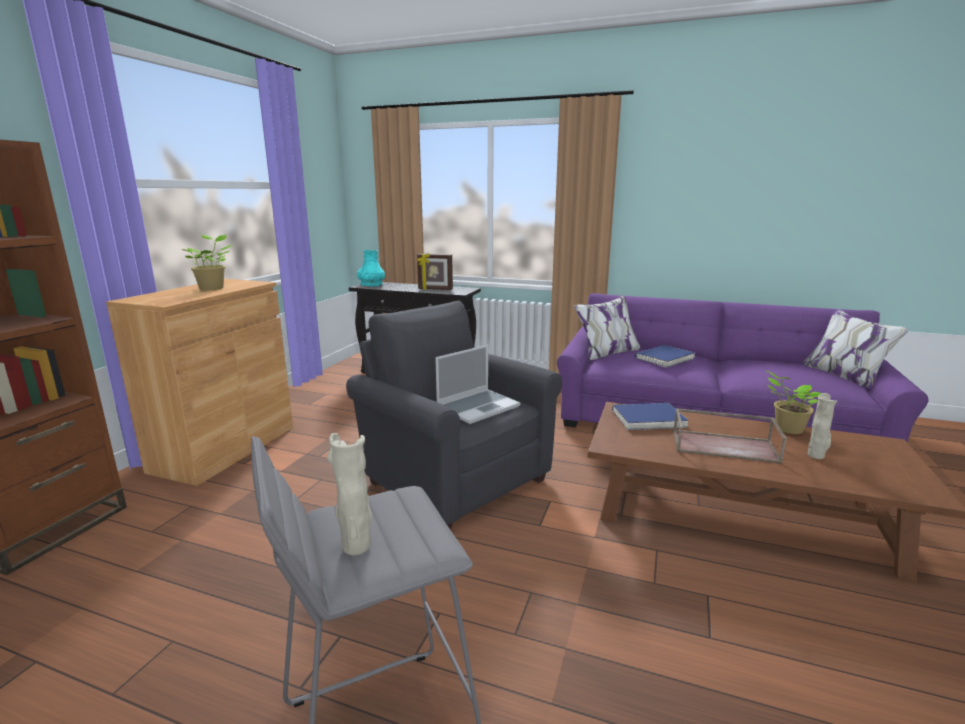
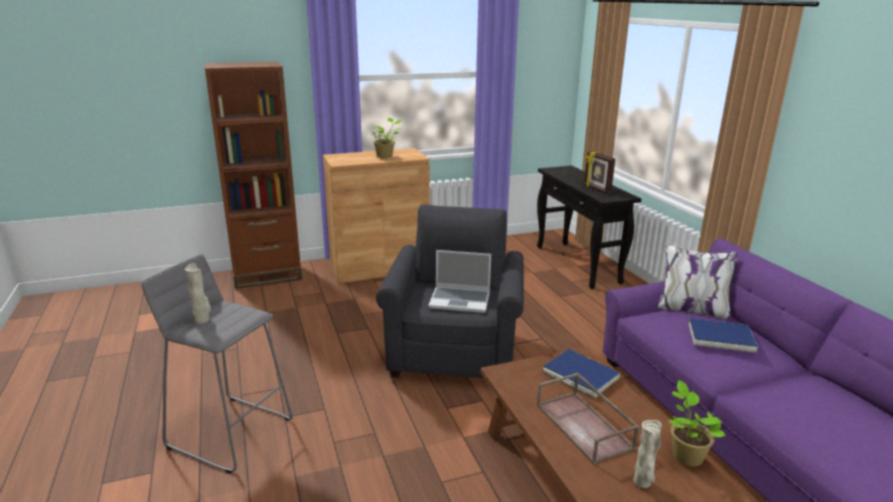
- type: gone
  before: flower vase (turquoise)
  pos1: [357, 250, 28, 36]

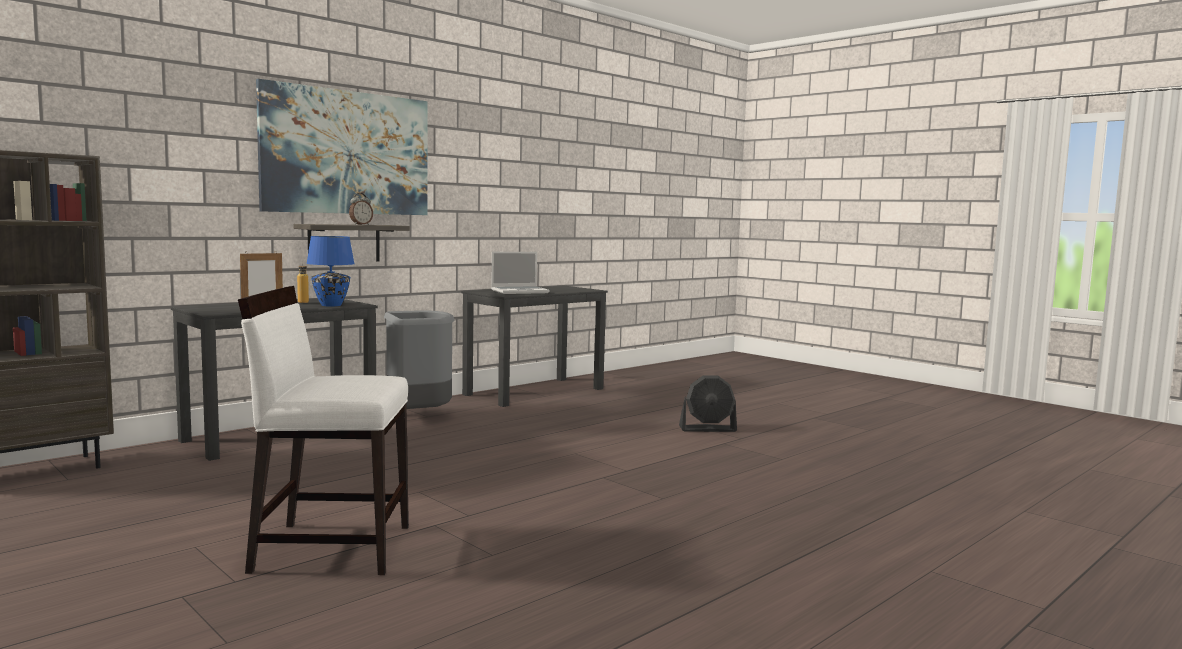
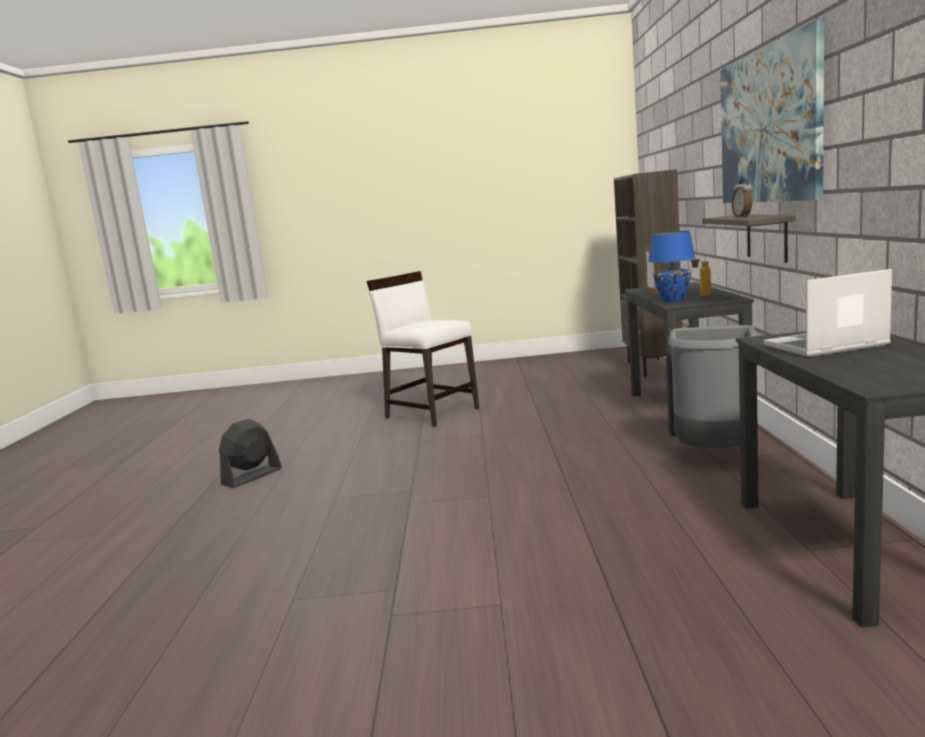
- type: shifted
  before: fan (black)
  pos1: [679, 375, 58, 57]
  pos2: [219, 418, 63, 70]
- type: rotated
  before: chair (white-coloured)
  pos1: [238, 286, 171, 289]
  pos2: [367, 271, 112, 156]
  turn: -90
- type: rotated
  before: notebook computer
  pos1: [491, 252, 58, 42]
  pos2: [763, 269, 129, 88]
  turn: 60

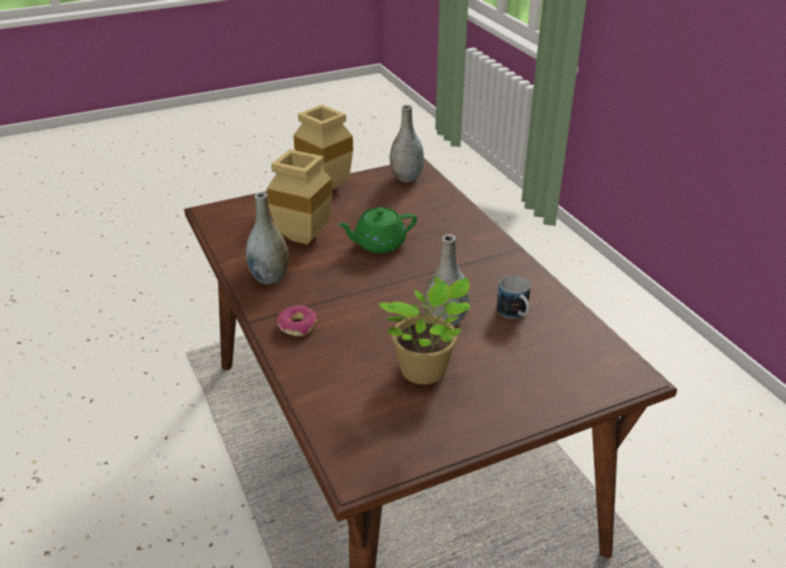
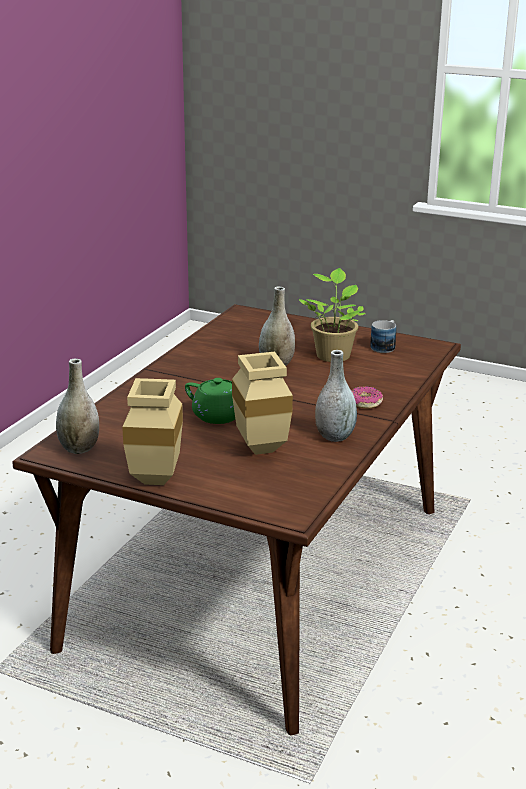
- type: shifted
  before: coffee mug
  pos1: [496, 275, 34, 44]
  pos2: [370, 320, 26, 33]

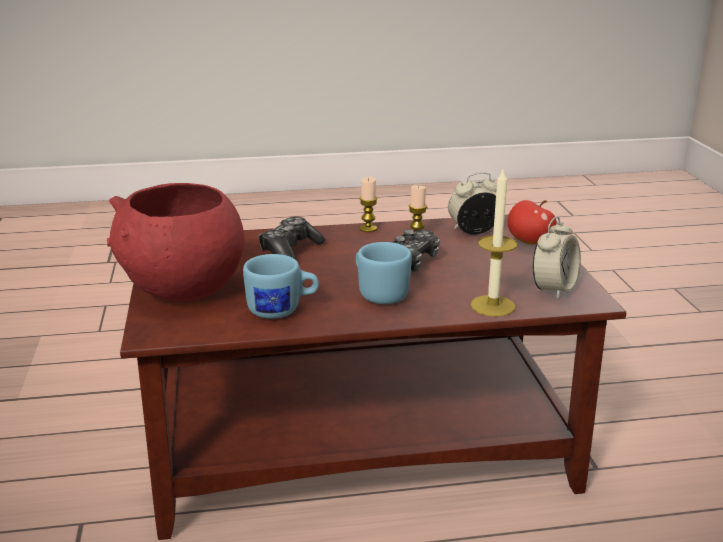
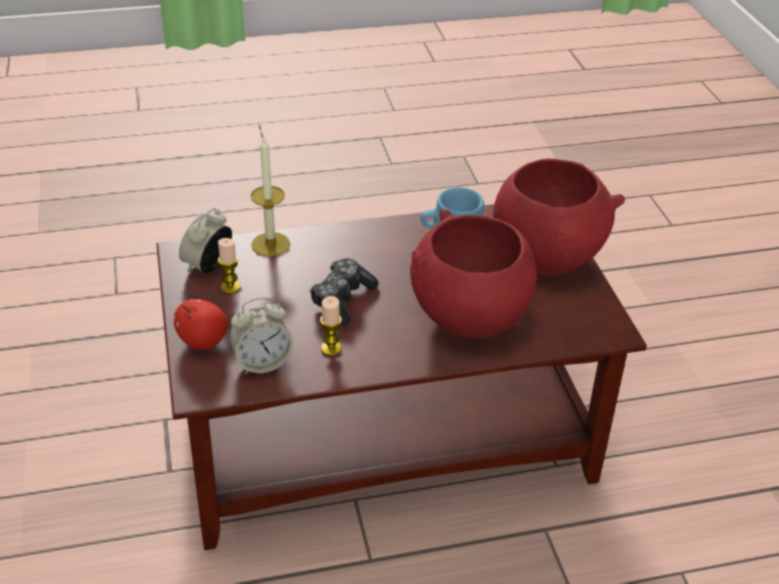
- type: shifted
  before: candle
  pos1: [359, 177, 18, 55]
  pos2: [218, 238, 23, 56]
- type: swapped
  before: game controller
  after: serving bowl (red)
  pos1: [258, 217, 68, 43]
  pos2: [410, 209, 127, 129]
- type: gone
  before: coffee mug (blue)
  pos1: [356, 242, 56, 62]

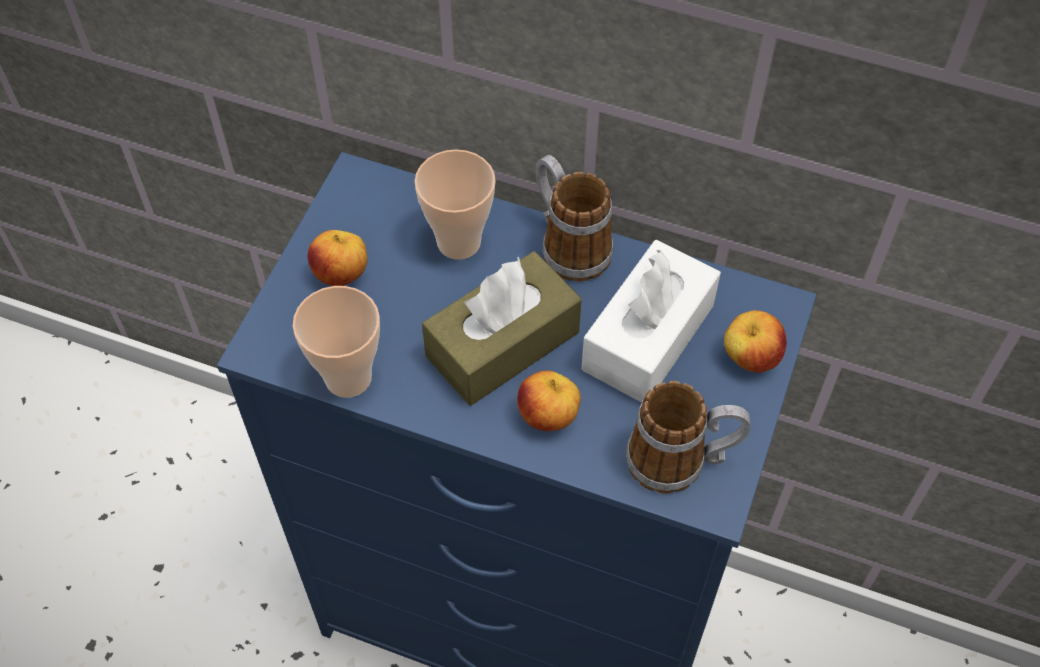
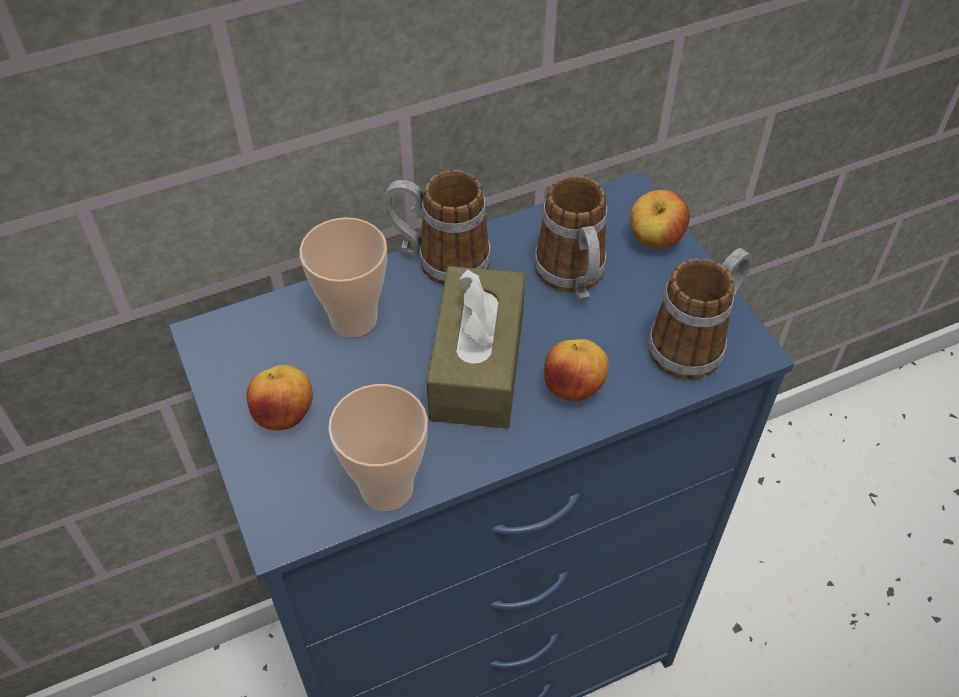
- type: swapped
  before: tissue holder (white-coloured)
  after: coffee mug
  pos1: [582, 240, 139, 163]
  pos2: [534, 176, 73, 125]

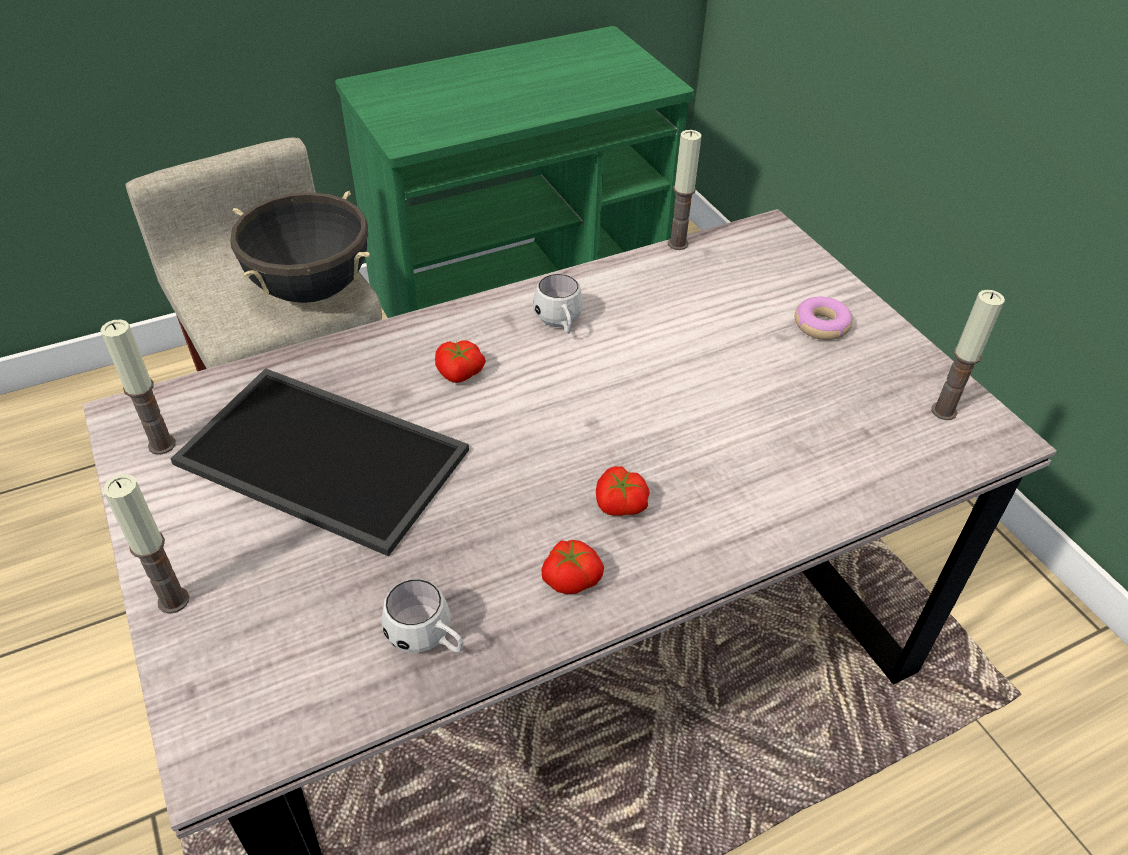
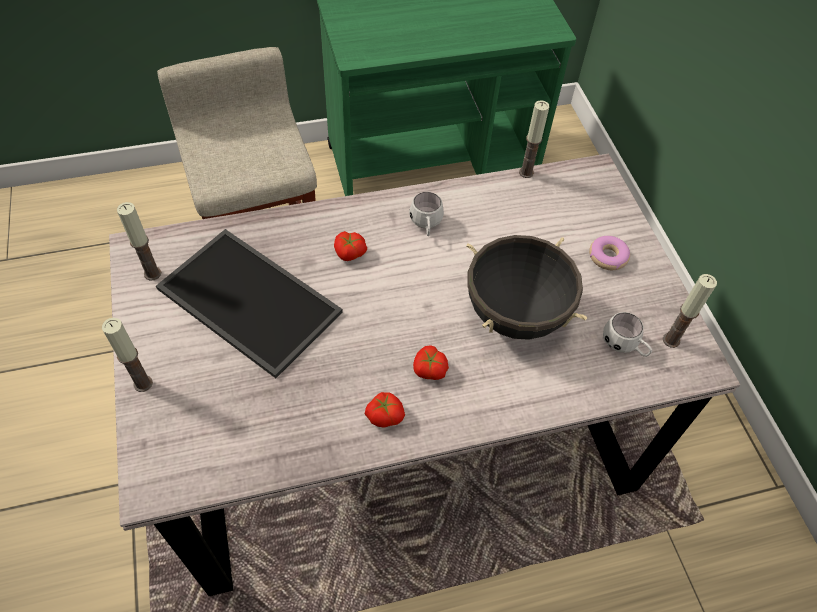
- type: shifted
  before: cooking pot (black)
  pos1: [230, 191, 140, 112]
  pos2: [466, 235, 121, 104]
- type: shifted
  before: coffee mug (white-coloured)
  pos1: [381, 579, 82, 74]
  pos2: [603, 312, 49, 45]

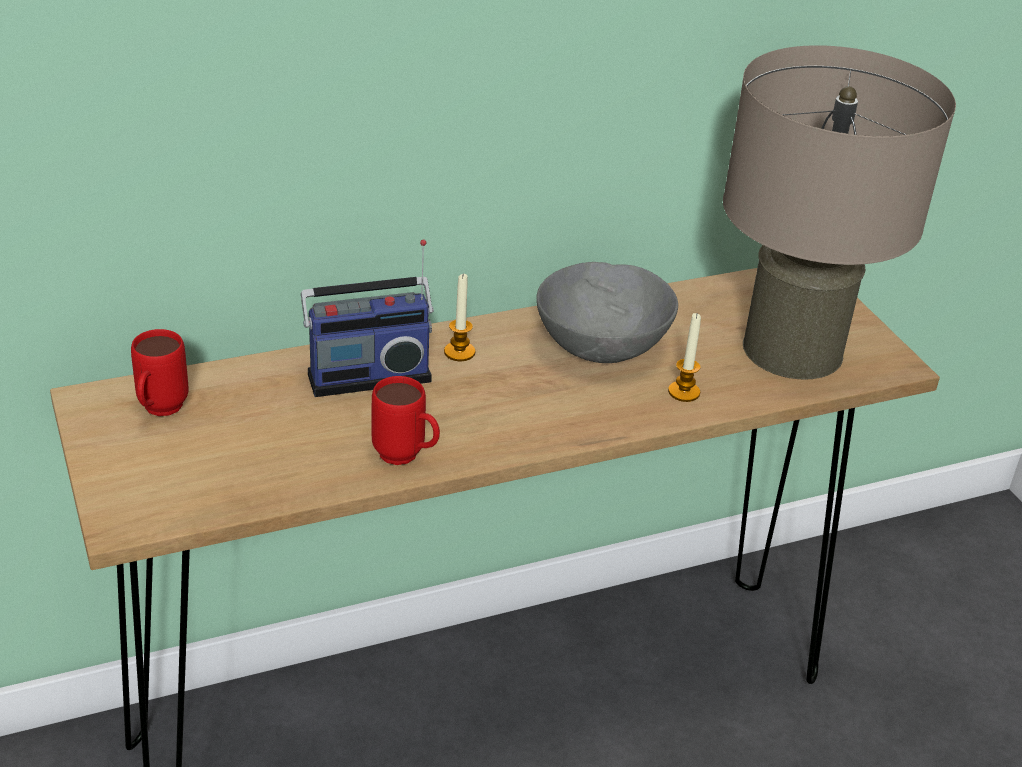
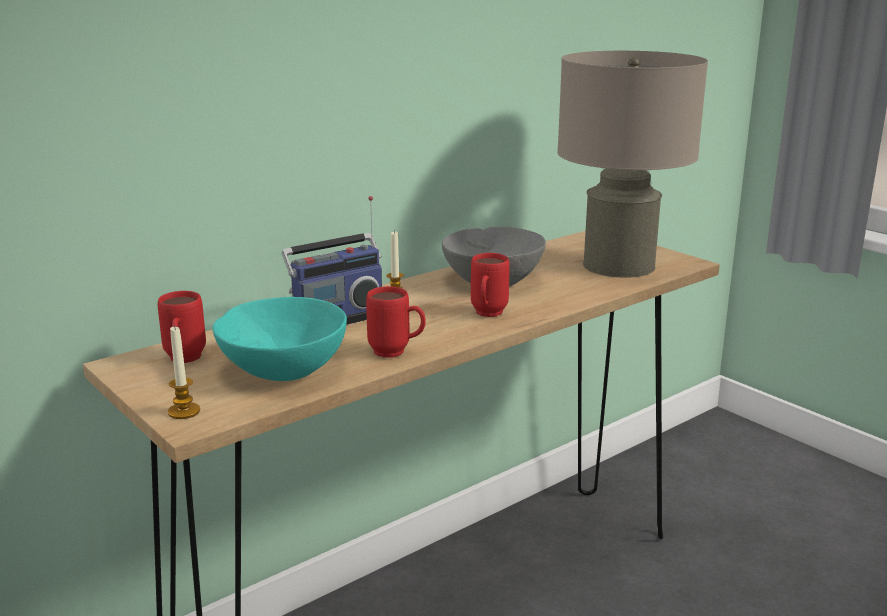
- type: shifted
  before: candle
  pos1: [668, 313, 33, 89]
  pos2: [168, 325, 32, 94]
- type: new
  after: serving bowl (turquoise)
  pos2: [213, 297, 134, 84]
- type: new
  after: coffee mug (red)
  pos2: [471, 253, 39, 64]

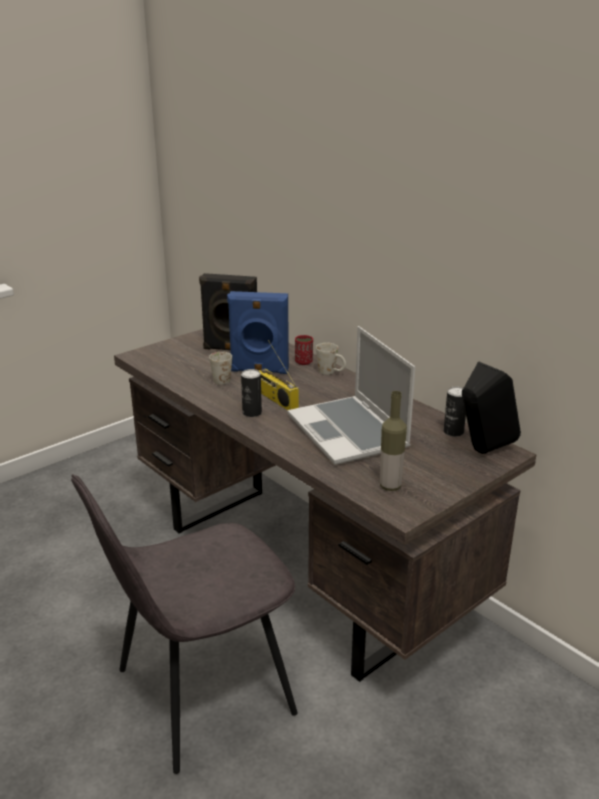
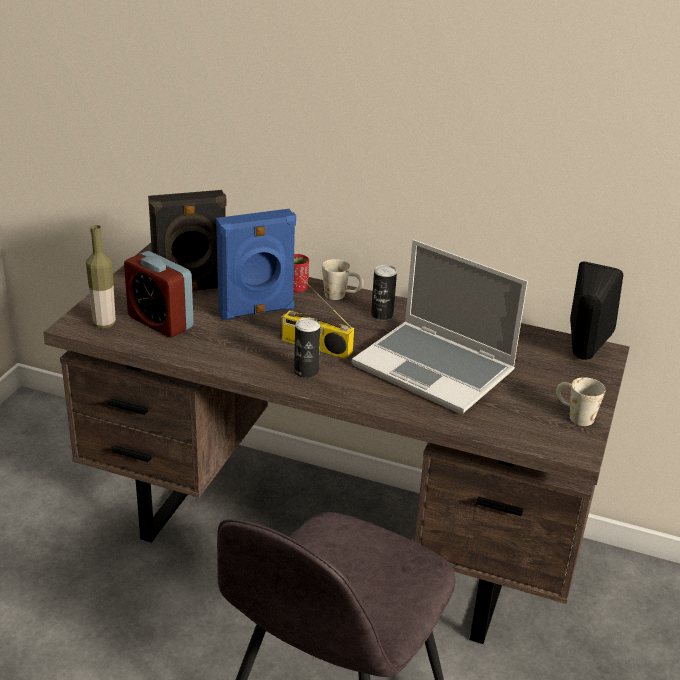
- type: shifted
  before: drink bottle
  pos1: [380, 391, 27, 100]
  pos2: [86, 225, 30, 103]
- type: new
  after: bedside clock
  pos2: [124, 251, 70, 86]
- type: shifted
  before: metal can
  pos1: [444, 387, 22, 50]
  pos2: [371, 265, 26, 55]
- type: shifted
  before: coffee mug (white-coloured)
  pos1: [209, 352, 23, 33]
  pos2: [556, 377, 50, 49]

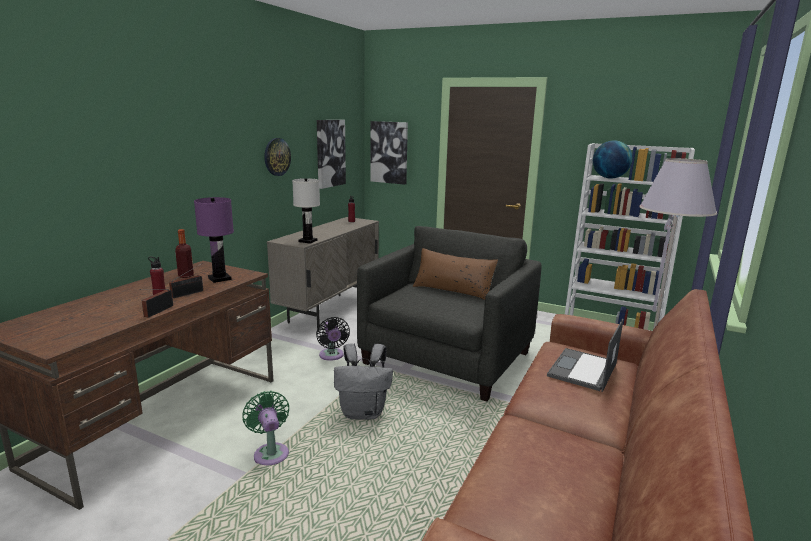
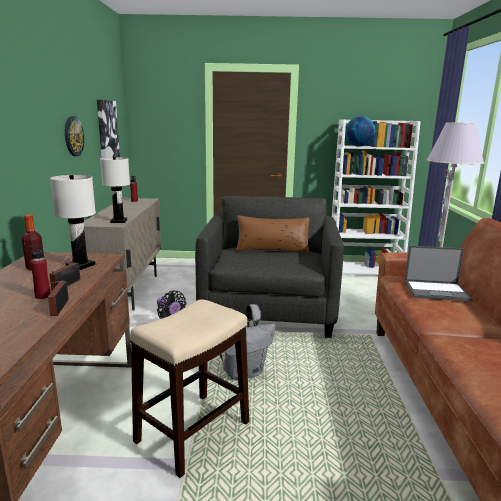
- type: repainted
  before: tabletop lamp (purple)
  after: tabletop lamp (white-coloured)
  pos1: [194, 197, 40, 86]
  pos2: [50, 175, 46, 95]
- type: swapped
  before: fan (green-coloured)
  after: stool
  pos1: [242, 391, 47, 74]
  pos2: [130, 299, 119, 179]
- type: rotated
  before: notebook computer
  pos1: [547, 319, 77, 73]
  pos2: [404, 246, 69, 55]
  turn: -90
- type: gone
  before: picture
  pos1: [370, 121, 38, 64]

